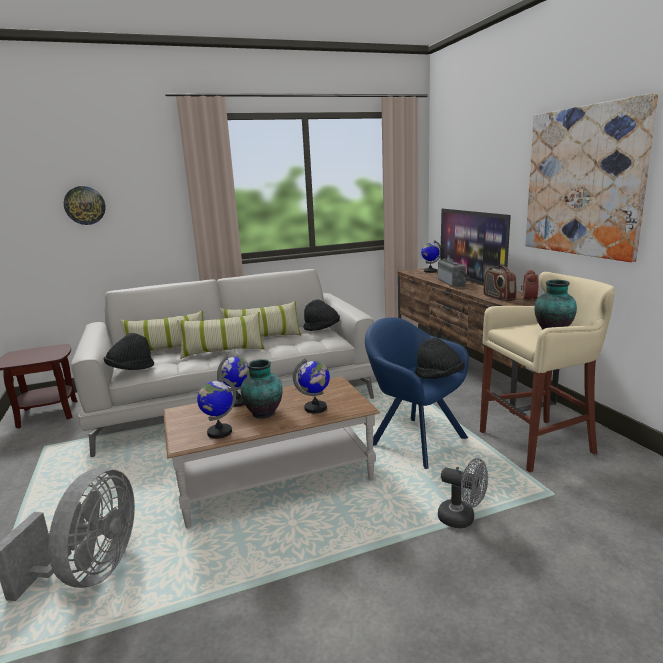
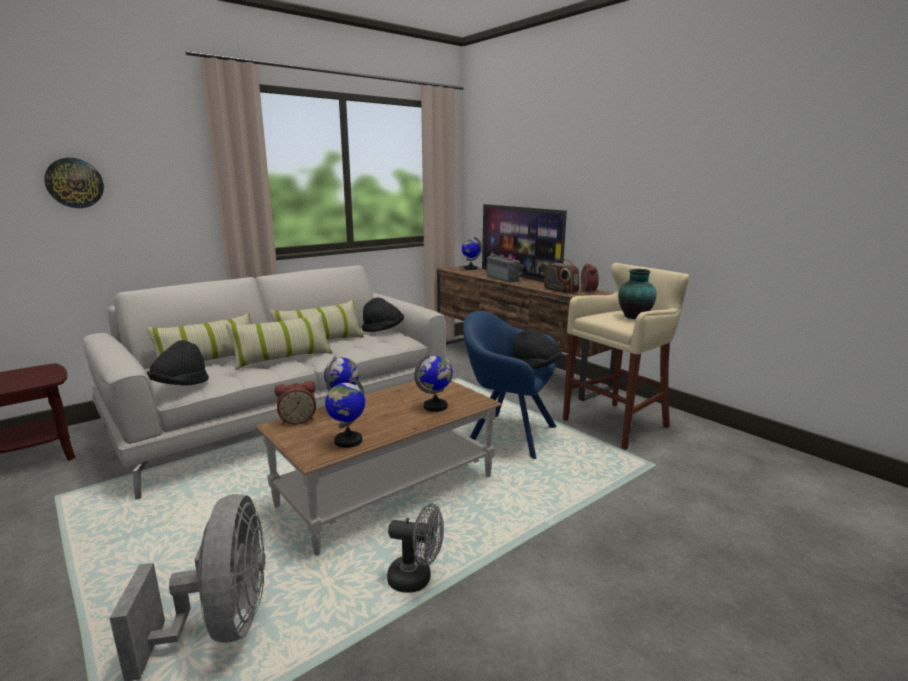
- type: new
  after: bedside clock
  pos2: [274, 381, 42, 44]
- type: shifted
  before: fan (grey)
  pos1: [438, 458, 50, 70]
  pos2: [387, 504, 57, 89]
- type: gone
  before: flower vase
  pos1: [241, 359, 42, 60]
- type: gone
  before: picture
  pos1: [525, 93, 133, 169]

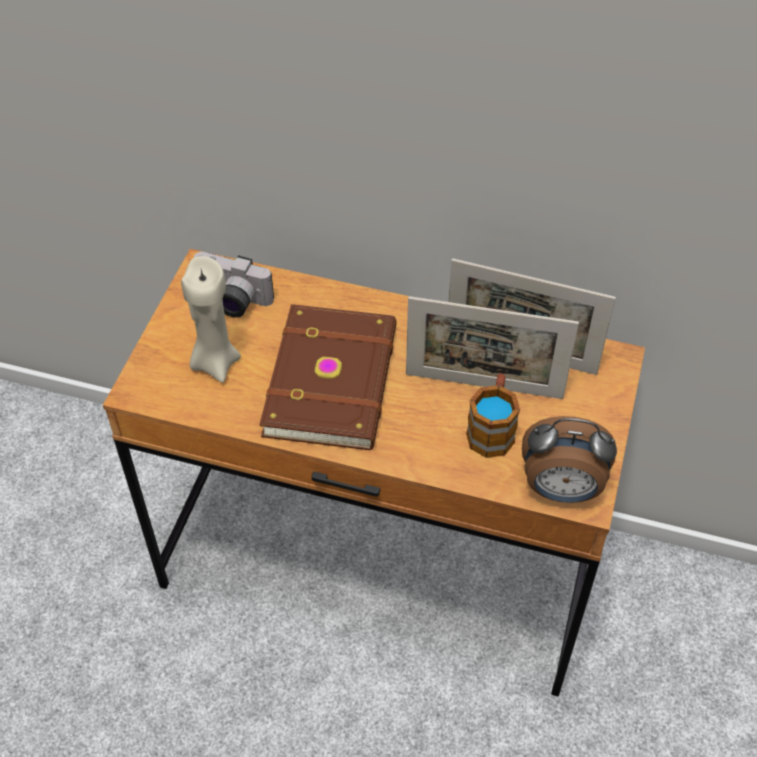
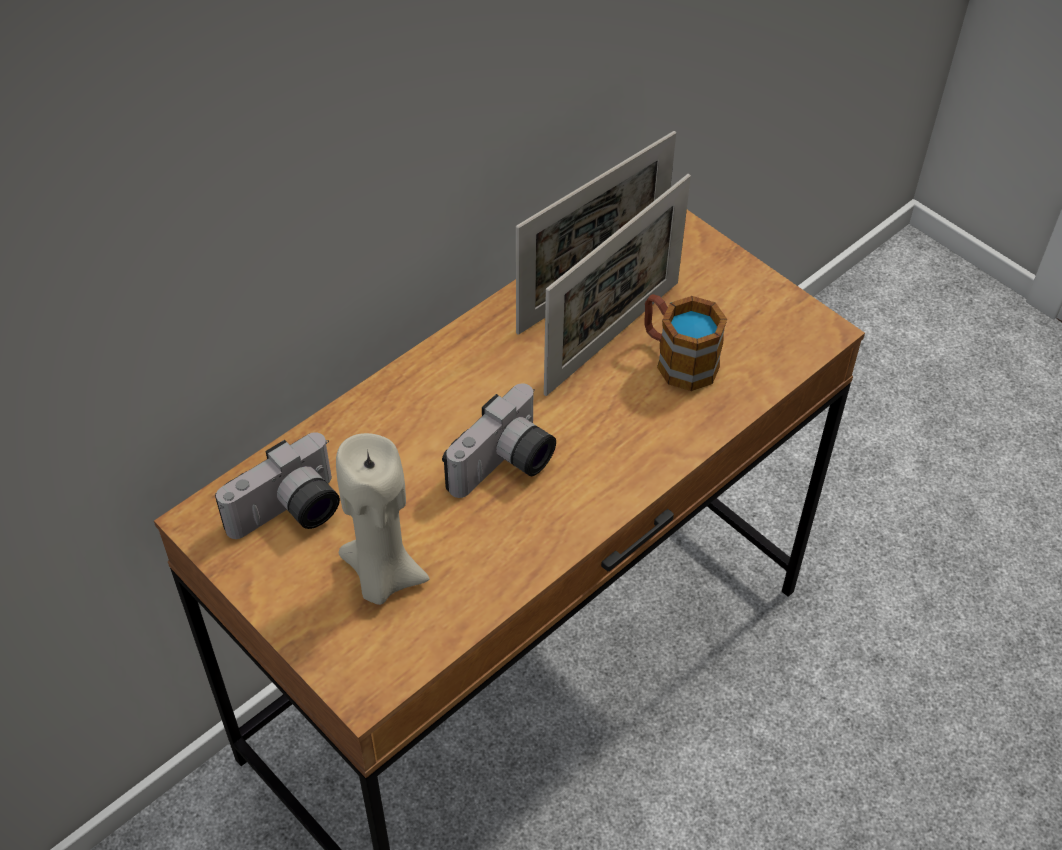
- type: swapped
  before: book (brownish)
  after: photo camera
  pos1: [259, 304, 138, 146]
  pos2: [442, 383, 114, 115]
- type: gone
  before: bedside clock
  pos1: [522, 416, 95, 87]

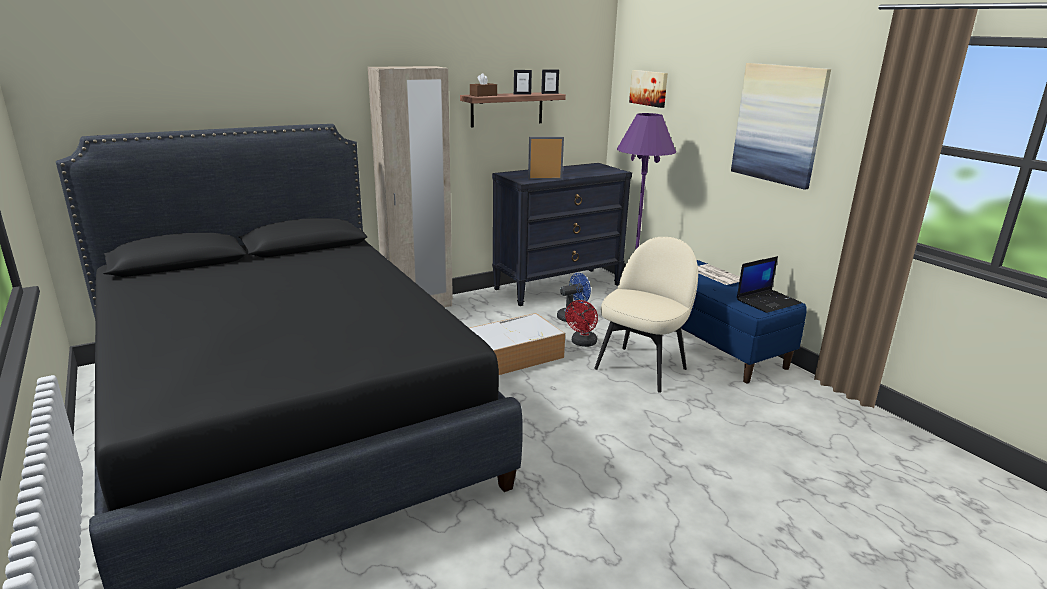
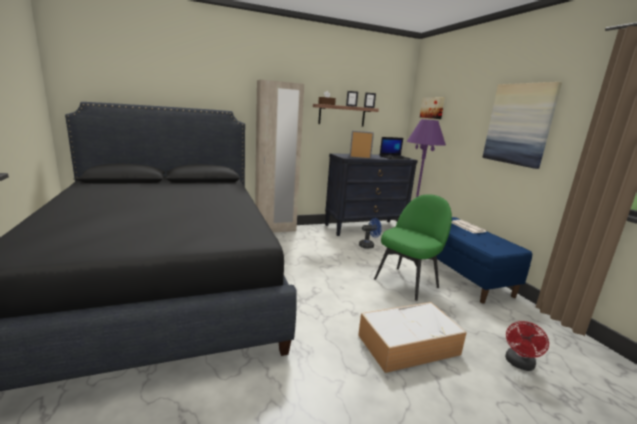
- type: shifted
  before: storage bin
  pos1: [469, 313, 96, 62]
  pos2: [358, 302, 109, 71]
- type: repainted
  before: chair (beige-coloured)
  after: chair (green-coloured)
  pos1: [594, 237, 104, 155]
  pos2: [374, 194, 78, 107]
- type: shifted
  before: notebook computer
  pos1: [737, 256, 65, 57]
  pos2: [380, 137, 31, 22]
- type: shifted
  before: fan (red)
  pos1: [565, 300, 33, 47]
  pos2: [505, 321, 44, 50]

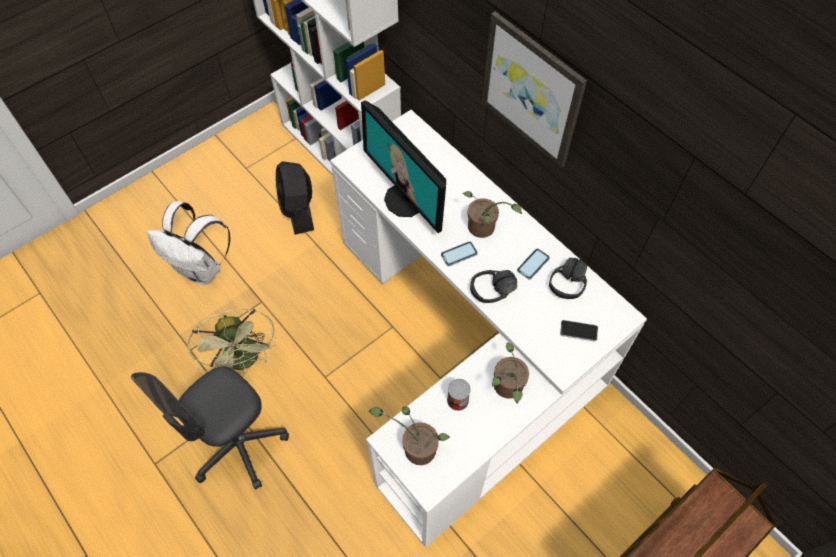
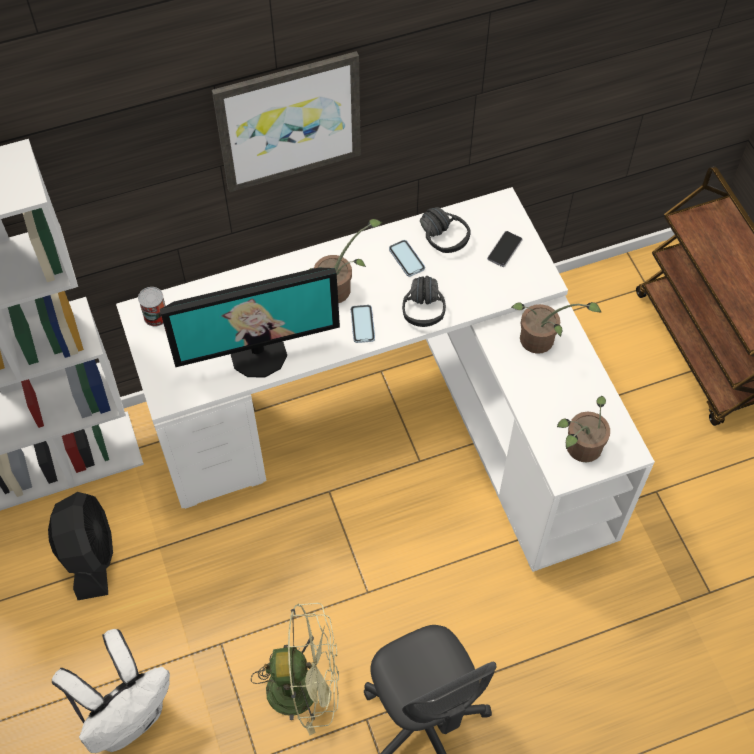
- type: rotated
  before: fan (black)
  pos1: [276, 161, 38, 74]
  pos2: [48, 492, 65, 108]
  turn: -105
- type: shifted
  before: metal can
  pos1: [447, 379, 24, 32]
  pos2: [138, 287, 28, 40]

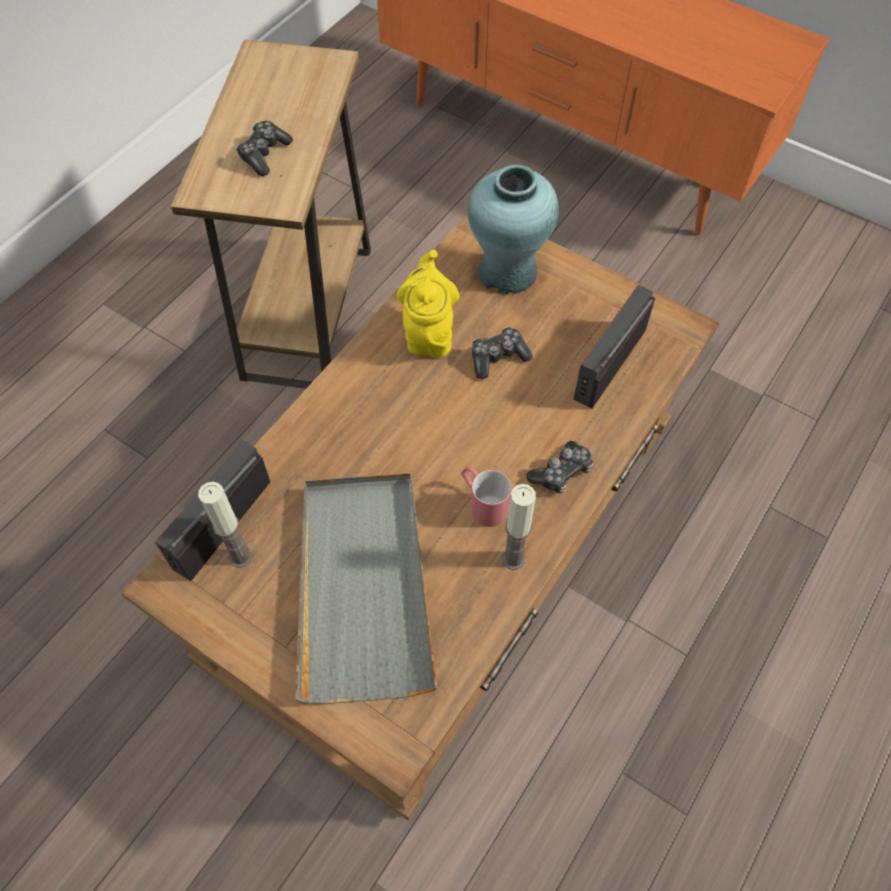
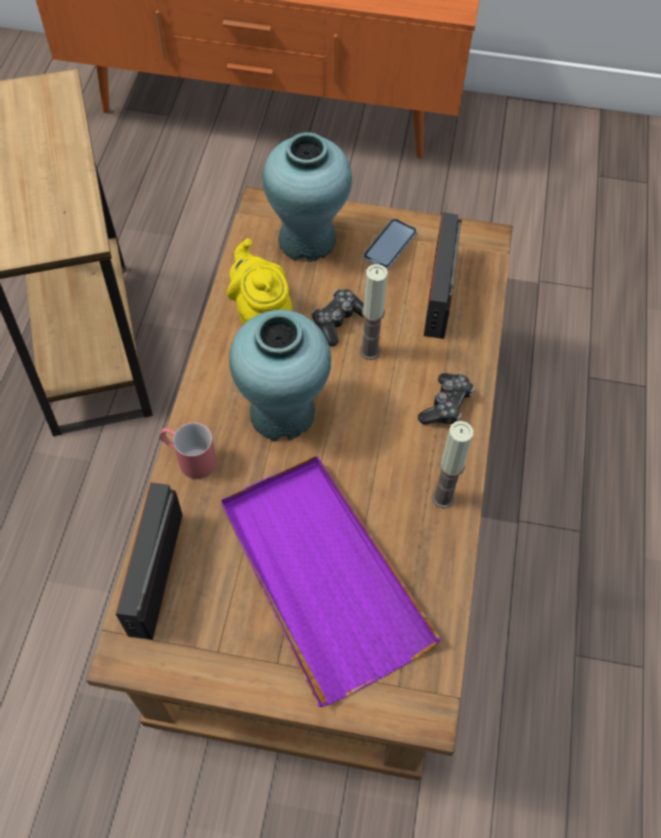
- type: shifted
  before: coffee mug (red)
  pos1: [461, 466, 50, 61]
  pos2: [159, 422, 58, 57]
- type: repainted
  before: tray (grey)
  after: tray (purple)
  pos1: [295, 473, 142, 231]
  pos2: [221, 455, 220, 252]
- type: new
  after: flower vase (turquoise)
  pos2: [229, 310, 102, 131]
- type: shifted
  before: candle
  pos1: [198, 482, 55, 86]
  pos2: [360, 264, 28, 96]
- type: new
  after: telephone
  pos2: [363, 219, 54, 50]
- type: gone
  before: game controller
  pos1: [236, 121, 57, 55]

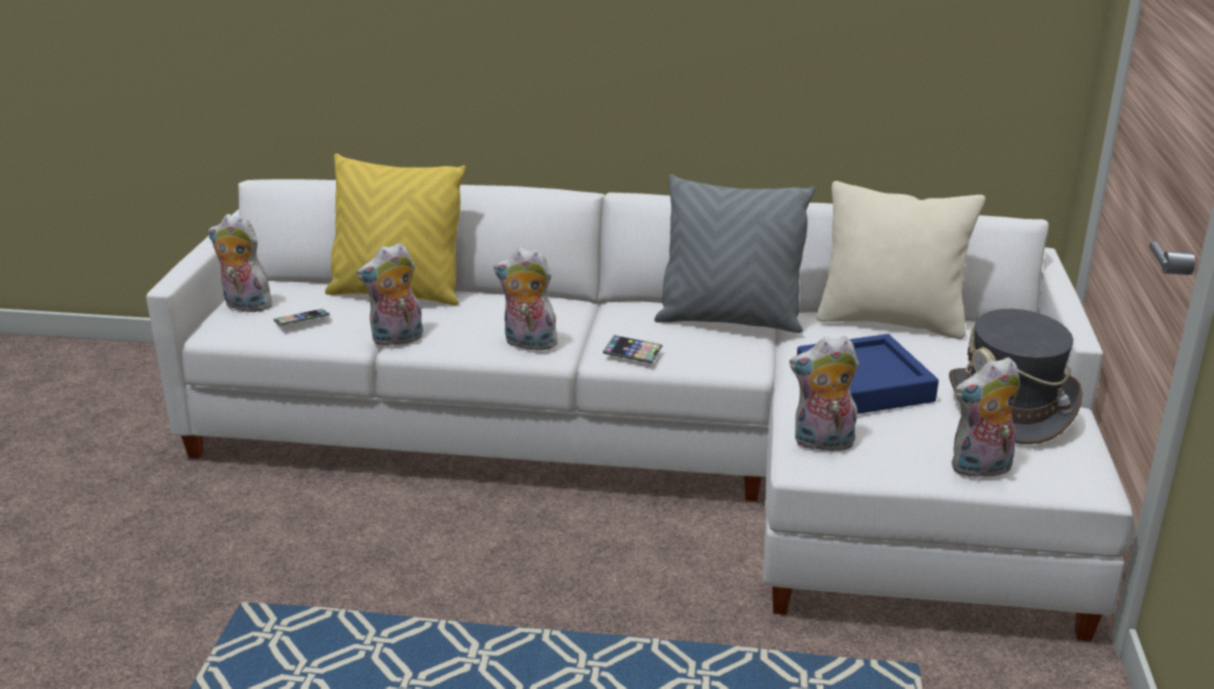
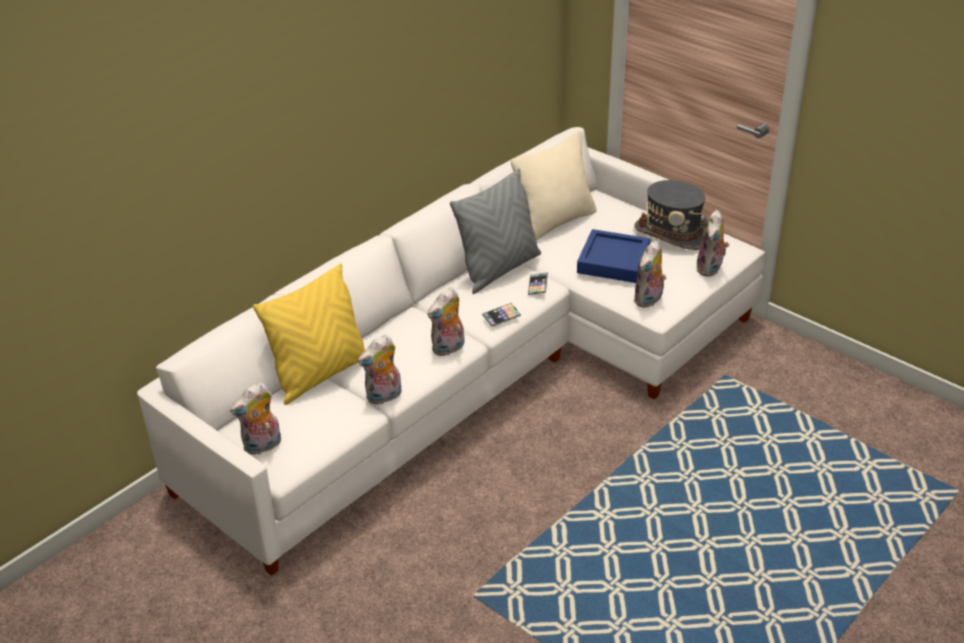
- type: rotated
  before: soft toy
  pos1: [356, 243, 67, 103]
  pos2: [358, 335, 43, 70]
  turn: 45
- type: shifted
  before: telephone
  pos1: [273, 309, 57, 17]
  pos2: [528, 272, 20, 23]

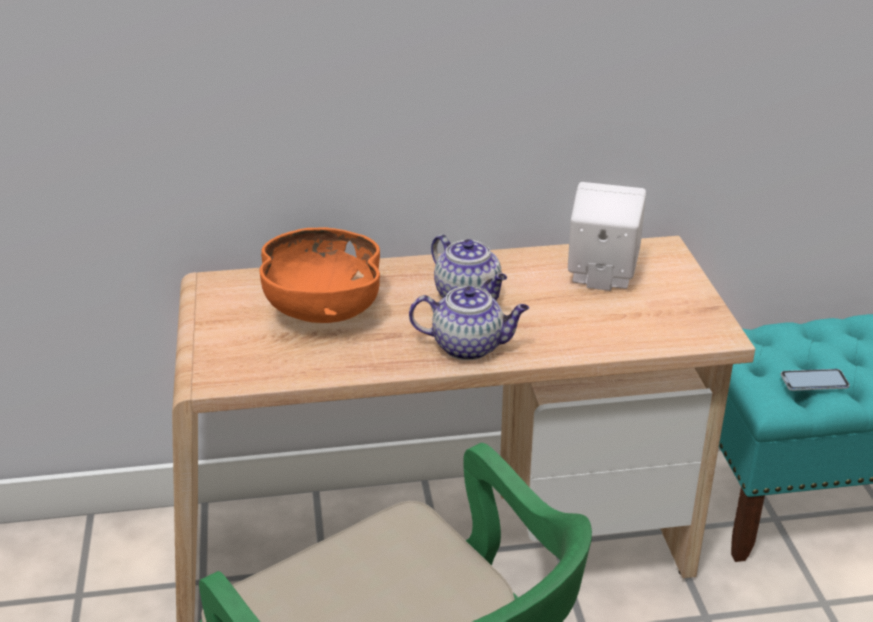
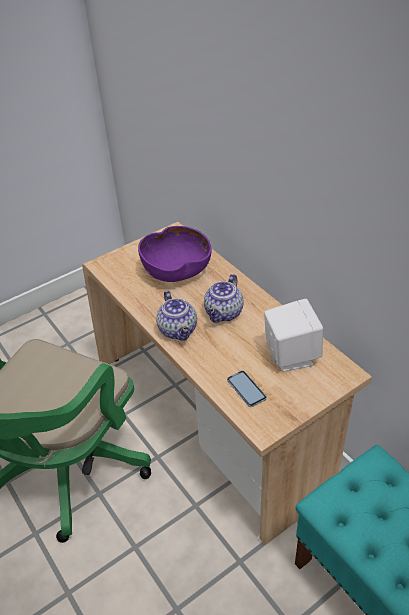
- type: repainted
  before: serving bowl (orangey)
  after: serving bowl (purple)
  pos1: [260, 227, 120, 96]
  pos2: [138, 226, 74, 56]
- type: shifted
  before: telephone
  pos1: [781, 369, 69, 22]
  pos2: [227, 370, 40, 37]

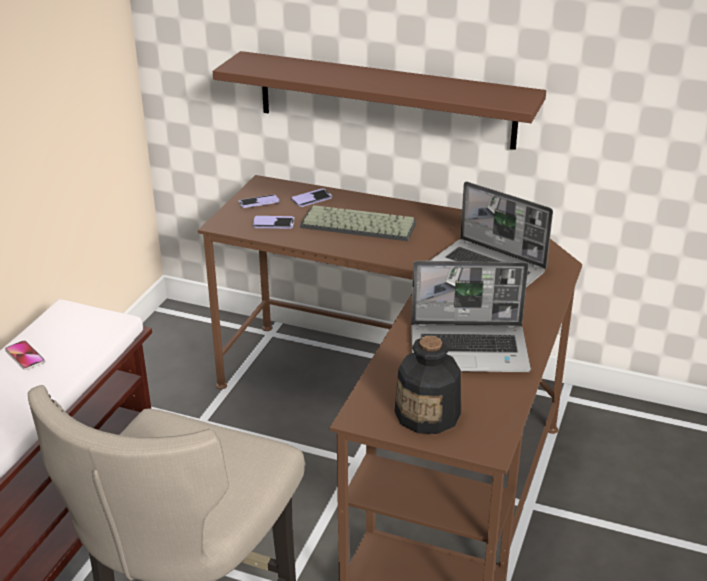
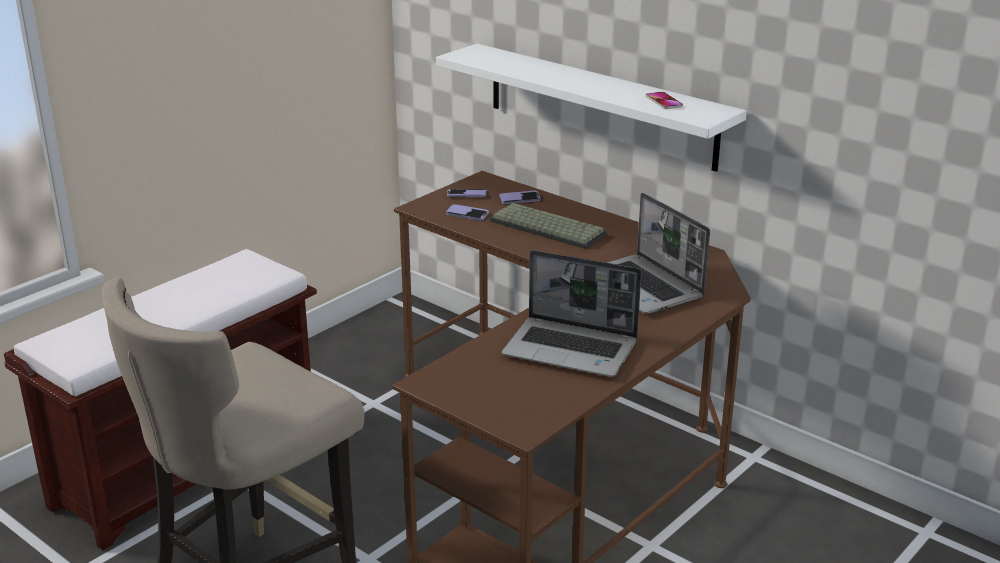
- type: repainted
  before: wall shelf (brownish)
  after: wall shelf (white-coloured)
  pos1: [213, 51, 333, 99]
  pos2: [436, 44, 311, 128]
- type: shifted
  before: telephone
  pos1: [5, 340, 40, 30]
  pos2: [645, 92, 38, 17]
- type: gone
  before: drink bottle
  pos1: [395, 336, 66, 98]

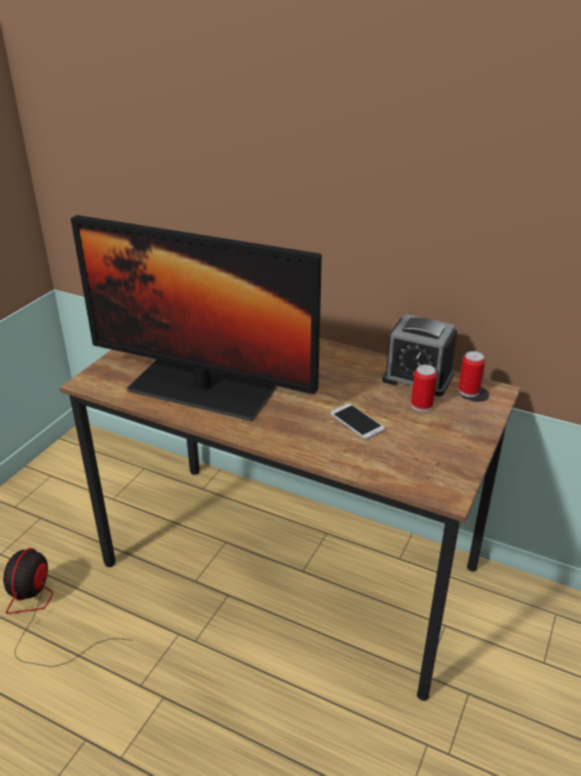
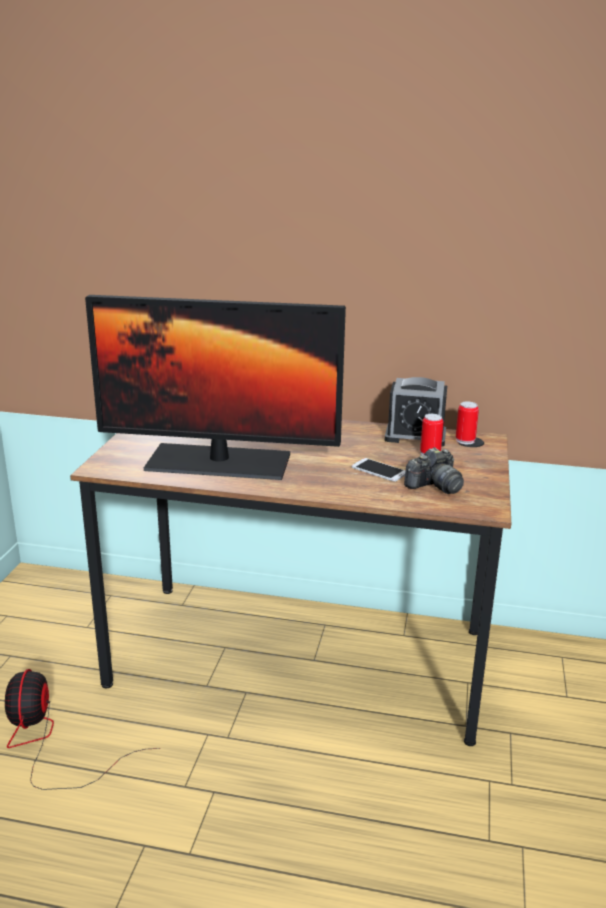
- type: new
  after: photo camera
  pos2: [404, 447, 60, 47]

